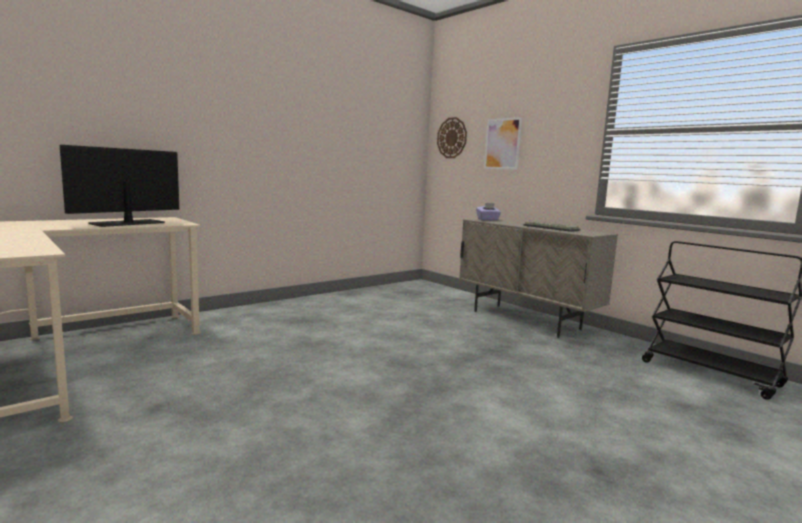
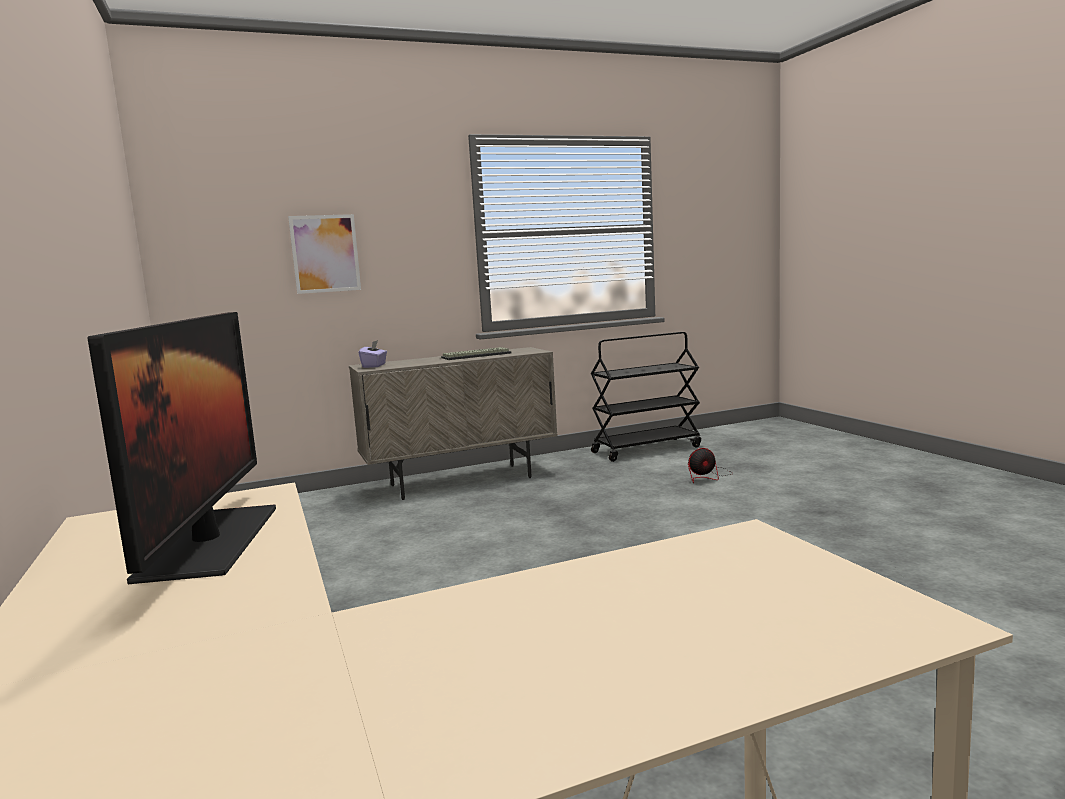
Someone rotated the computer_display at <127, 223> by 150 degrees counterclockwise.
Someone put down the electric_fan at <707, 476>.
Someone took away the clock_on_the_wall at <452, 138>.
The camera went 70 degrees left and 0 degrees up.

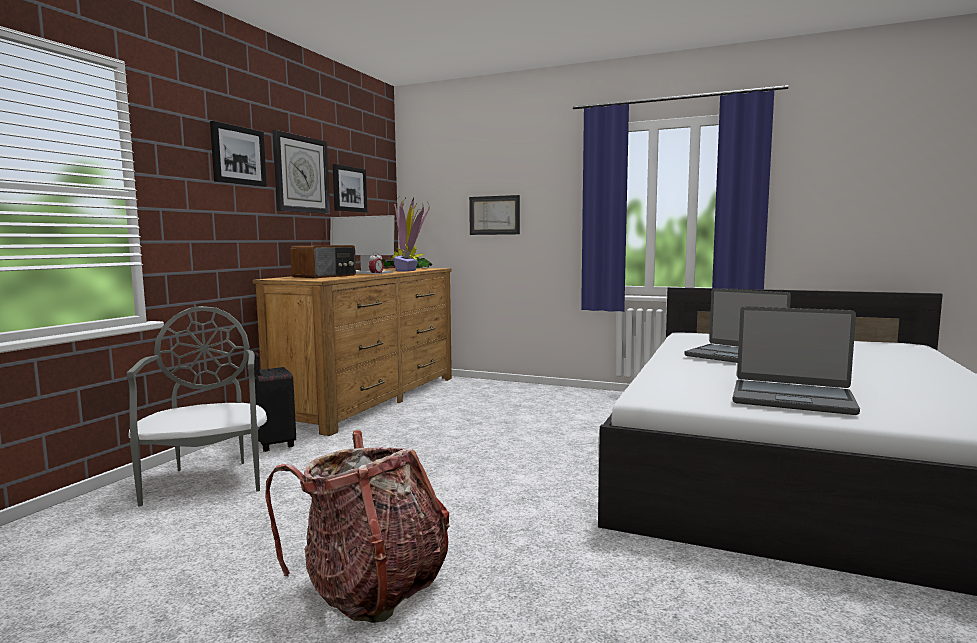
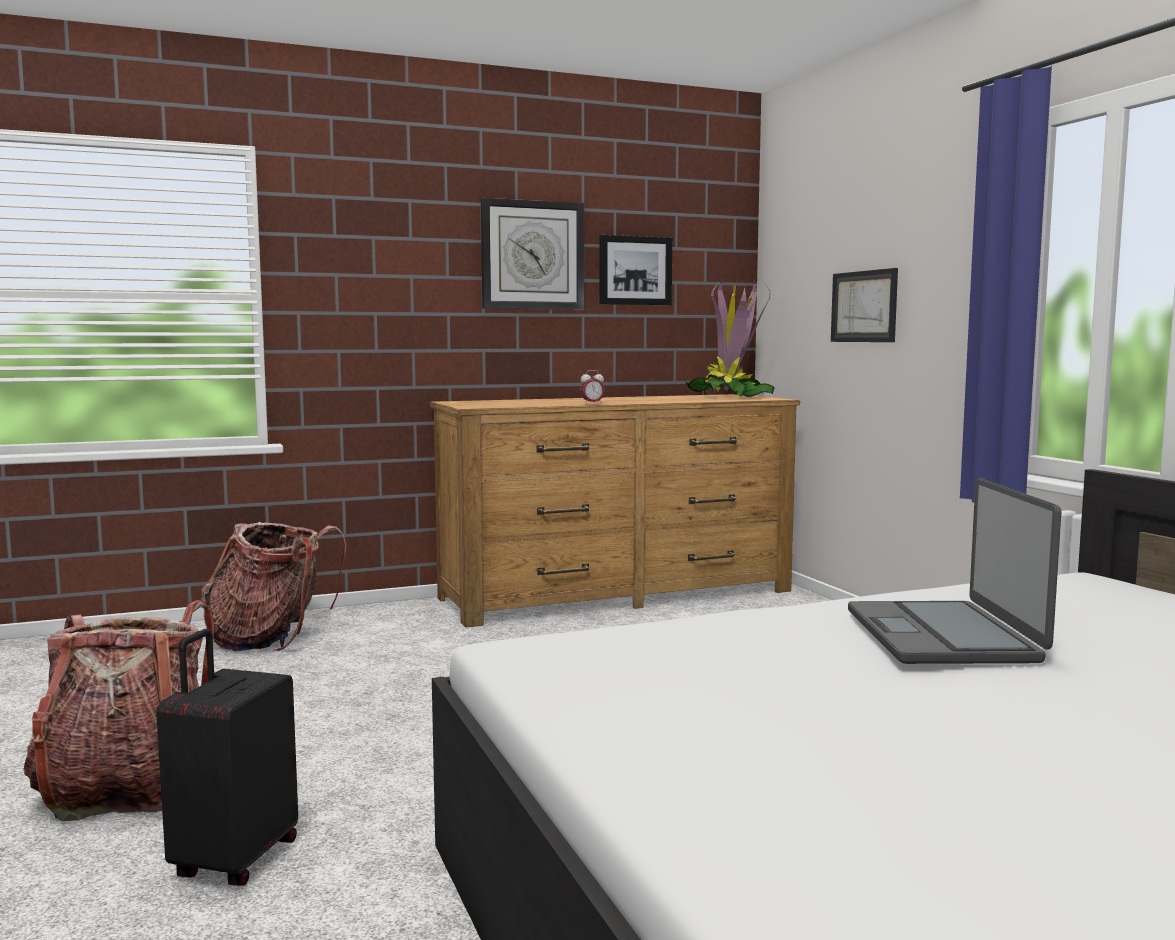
Someone carried the black_piece_of_luggage from <274, 445> to <233, 860>.
Someone swapped the greyish_plain_chair at <207, 480> for the backpack at <271, 639>.
Someone took away the wall_picture at <238, 155>.
Someone took away the radio at <325, 276>.
Someone took away the computer_display at <364, 273>.
Someone took away the purple_tissue_holder at <406, 271>.
Someone took away the notebook_computer at <792, 398>.
The camera went 45 degrees right and 0 degrees up.

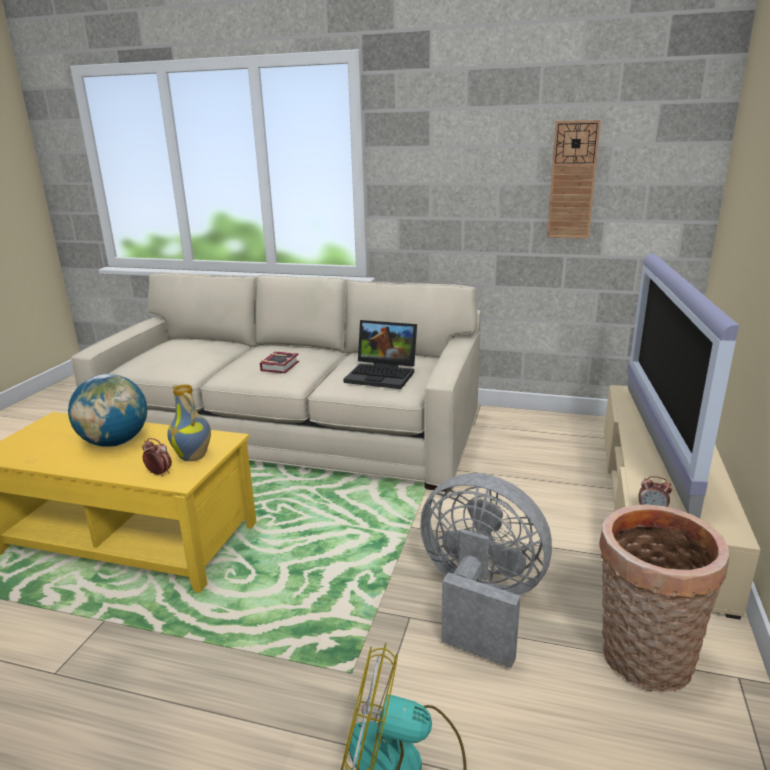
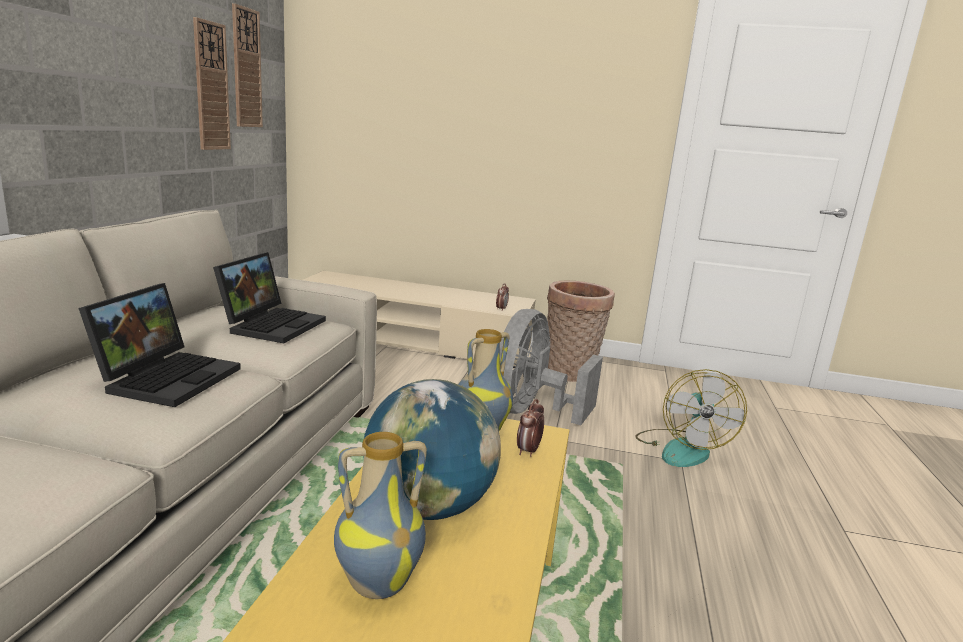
Someone swapped the bound_book at <281, 366> for the notebook_computer at <168, 377>.
Someone put up the clock_on_the_wall at <246, 68>.
Someone put down the decorative_vase at <378, 582>.
Someone took away the television at <653, 445>.
The camera went 95 degrees left and 5 degrees down.

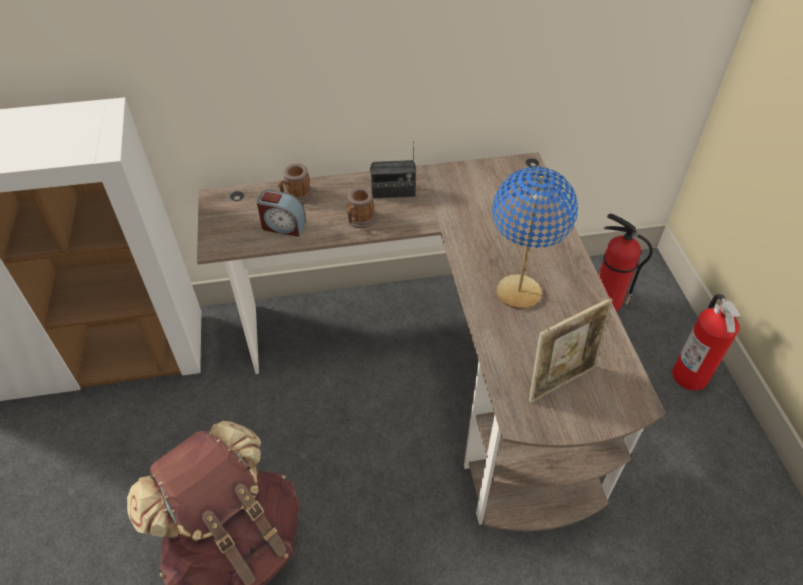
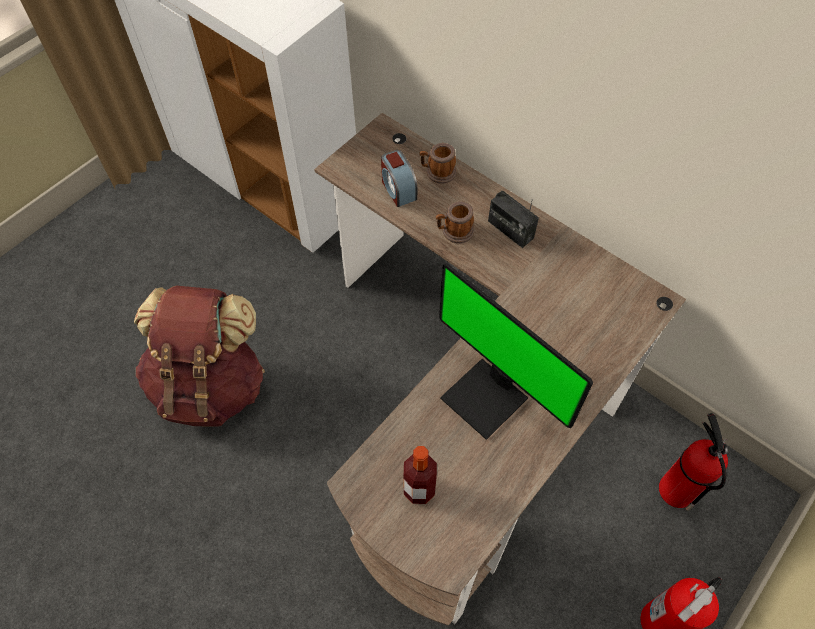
Someone swapped the picture_frame at <560, 380> for the bottle at <419, 489>.
Someone swapped the blue-coloured_lamp_for_a_table at <519, 292> for the computer_display at <487, 397>.
The camera went 50 degrees right and 10 degrees up.

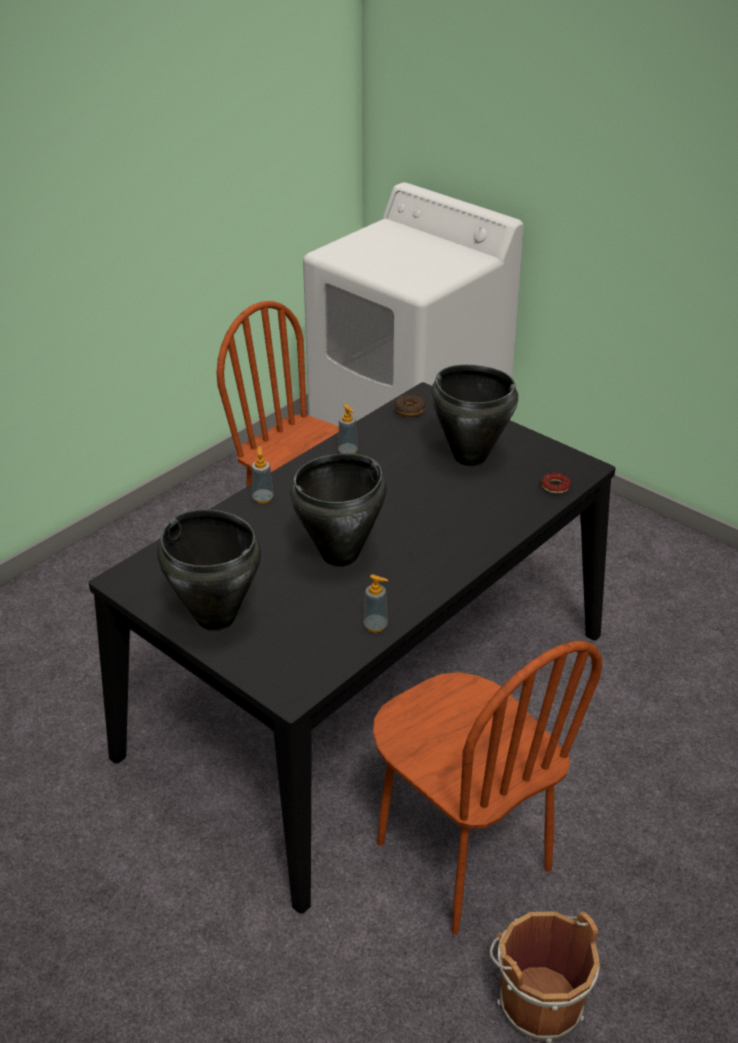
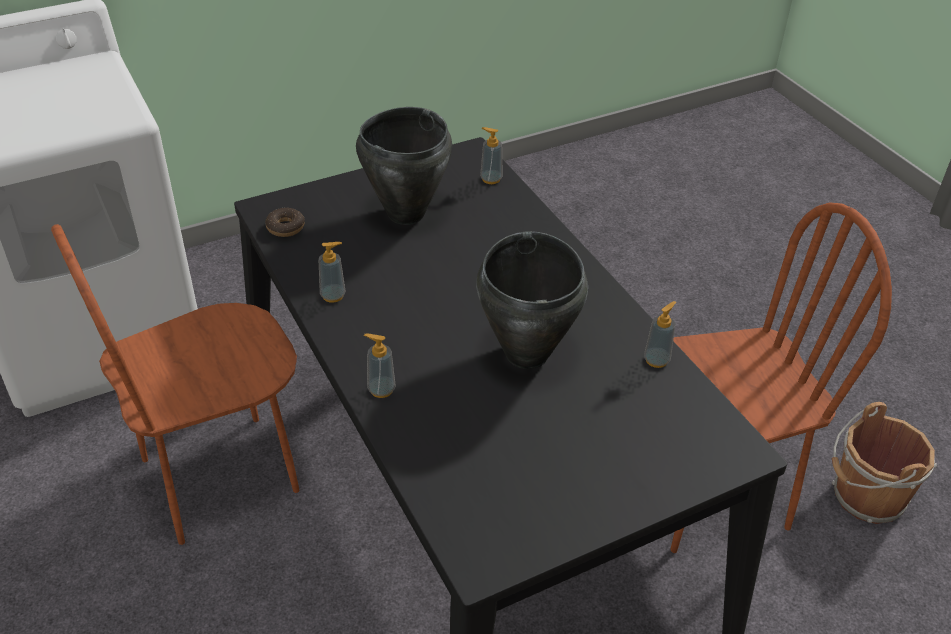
Someone swapped the ring_doughnut at <555, 486> for the liquid_soap_bottle at <491, 179>.
Someone took away the black_saucepot at <216, 617>.
The camera went 70 degrees left and 5 degrees up.

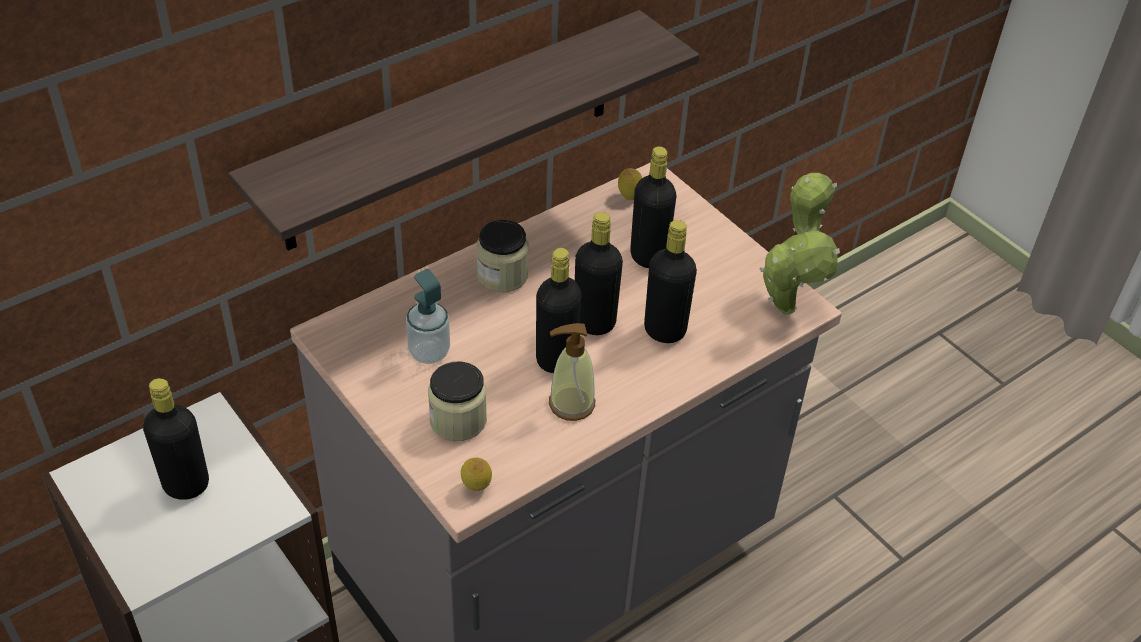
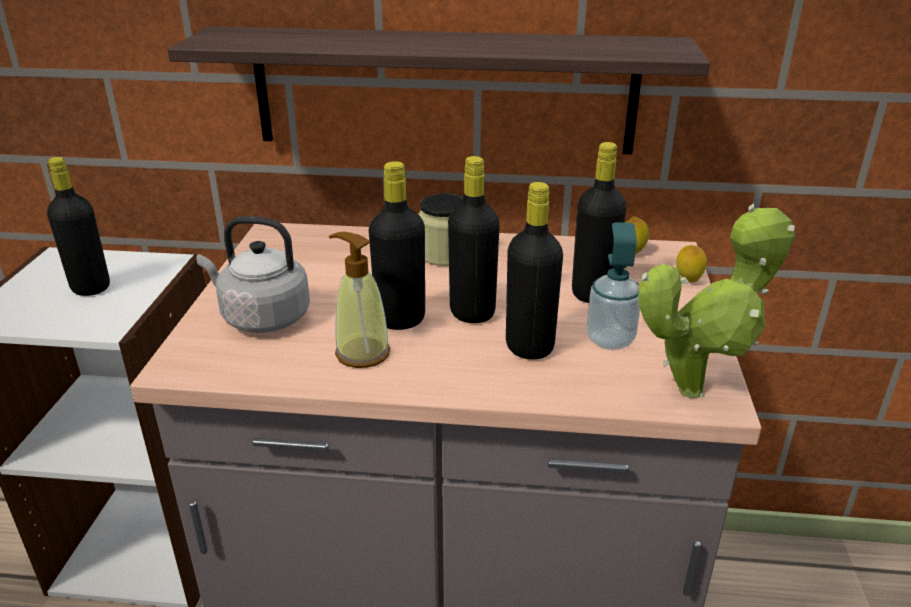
Someone swapped the jar at <458, 420> for the greyish_water_kettle at <261, 317>.
Someone carried the liquid_soap_bottle from <429, 352> to <610, 340>.
Someone carried the lemon from <476, 487> to <688, 281>.
The camera went 45 degrees right and 15 degrees down.

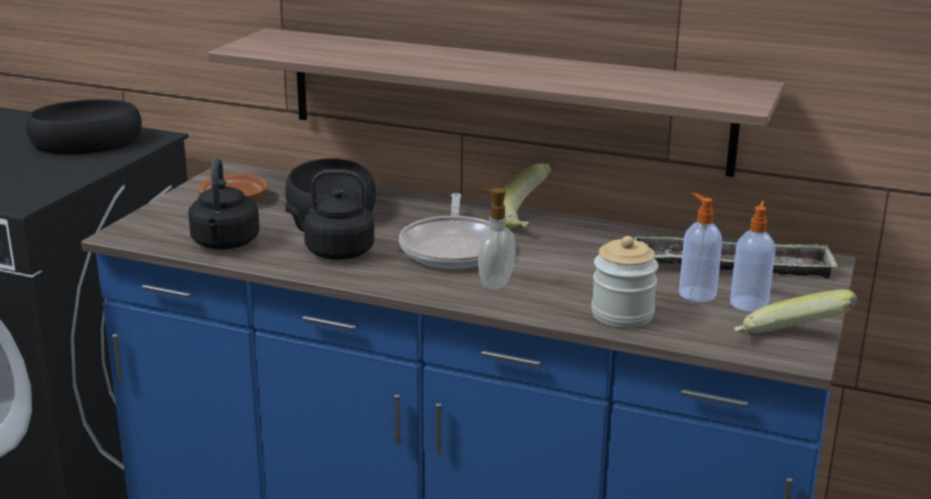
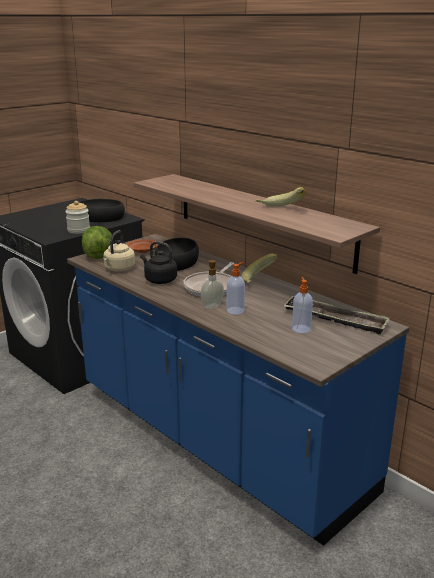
Someone carried the jar from <622, 315> to <78, 230>.
Someone put down the lettuce at <98, 255>.
Someone repainted the black_water_kettle at <225, 244>, which became the beige-coloured_water_kettle at <119, 269>.
Someone carried the liquid_soap_bottle from <749, 303> to <236, 310>.
Someone carried the banana_fruit from <789, 342> to <279, 210>.
The camera went 25 degrees right and 0 degrees up.

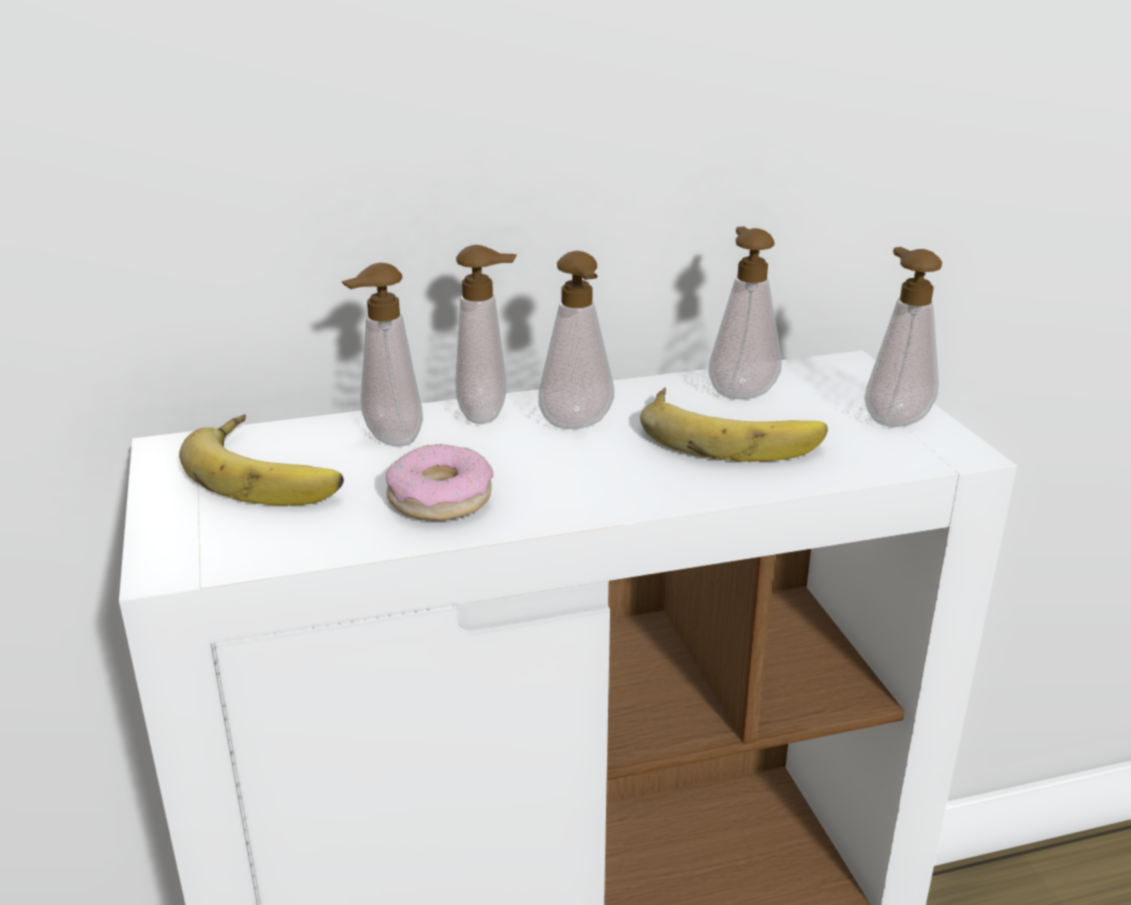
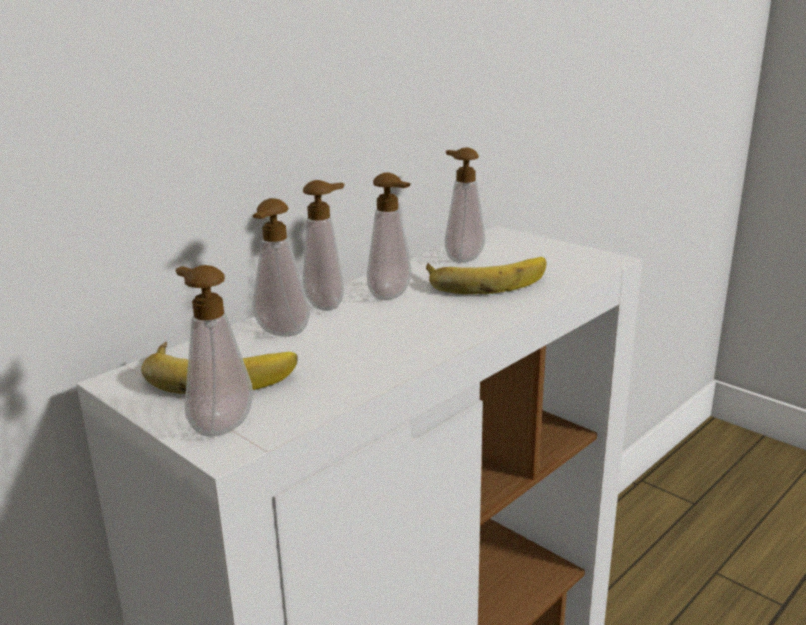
Someone carried the liquid_soap_bottle from <893, 418> to <219, 425>.
Someone took away the ring_doughnut at <439, 498>.
The camera went 30 degrees left and 5 degrees down.

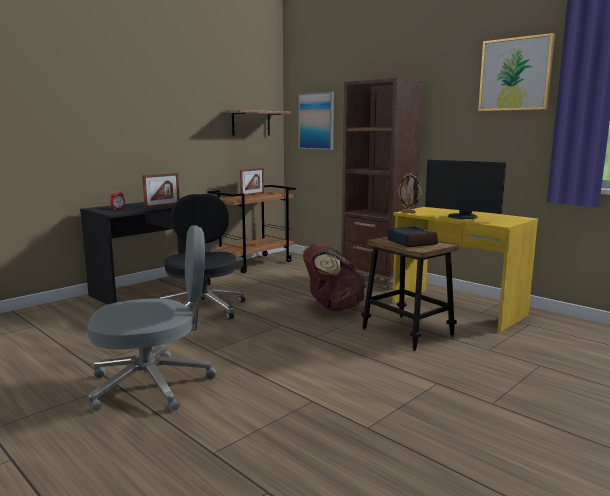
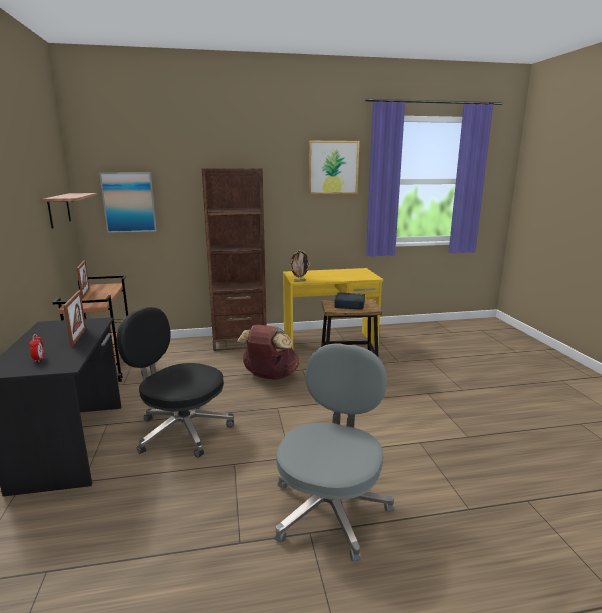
Someone took away the computer_display at <462, 217>.
The camera went 55 degrees left and 5 degrees up.

